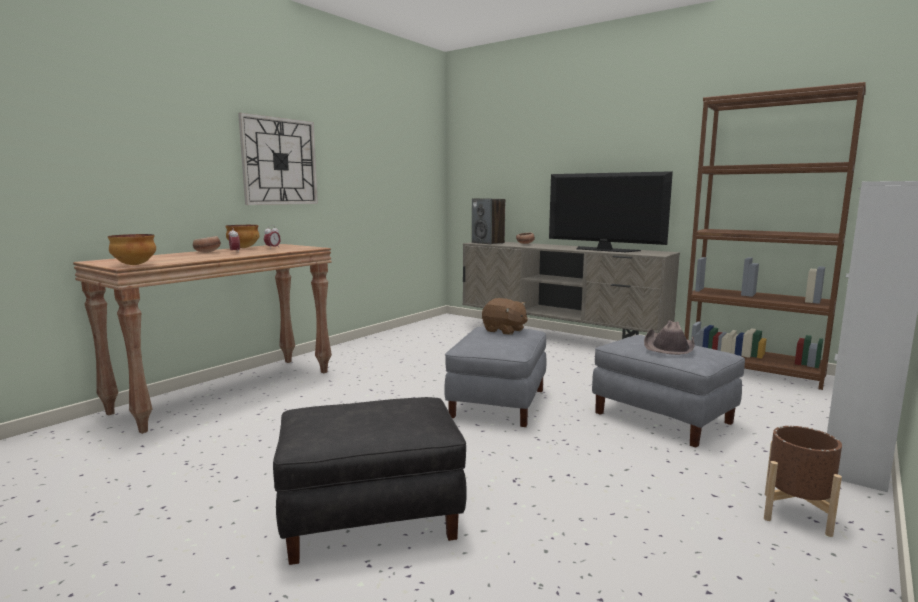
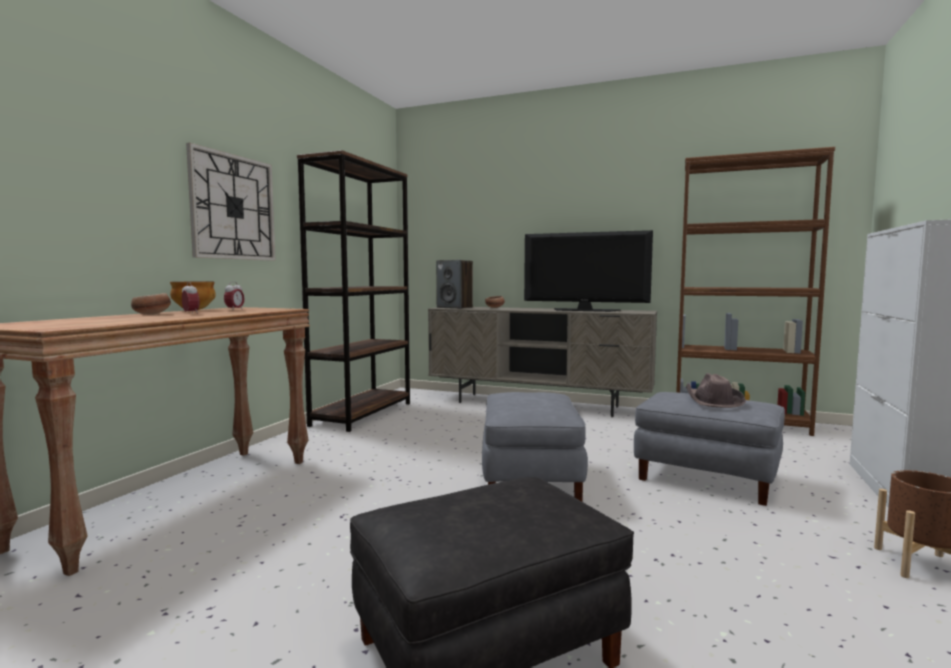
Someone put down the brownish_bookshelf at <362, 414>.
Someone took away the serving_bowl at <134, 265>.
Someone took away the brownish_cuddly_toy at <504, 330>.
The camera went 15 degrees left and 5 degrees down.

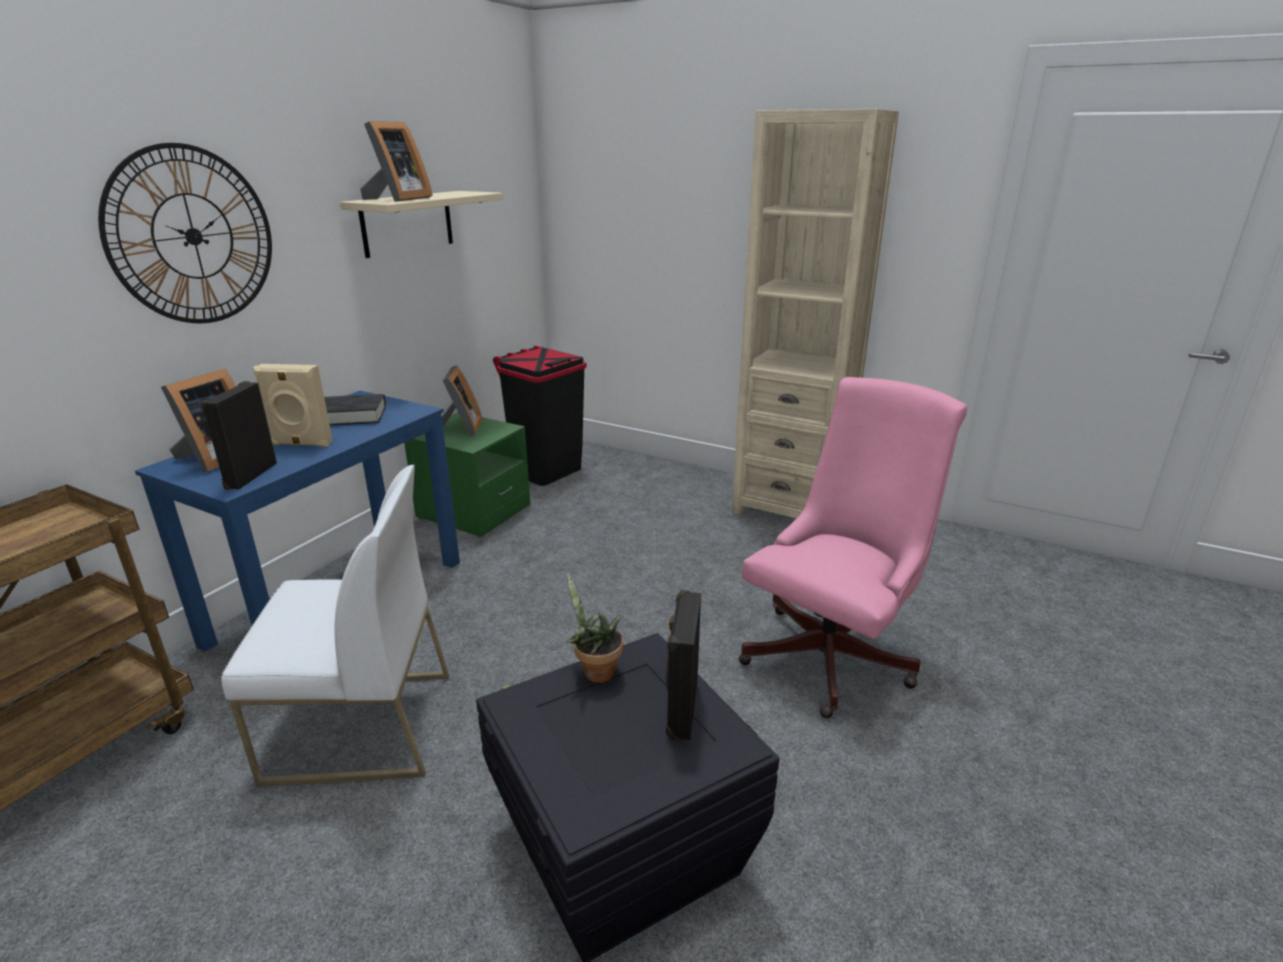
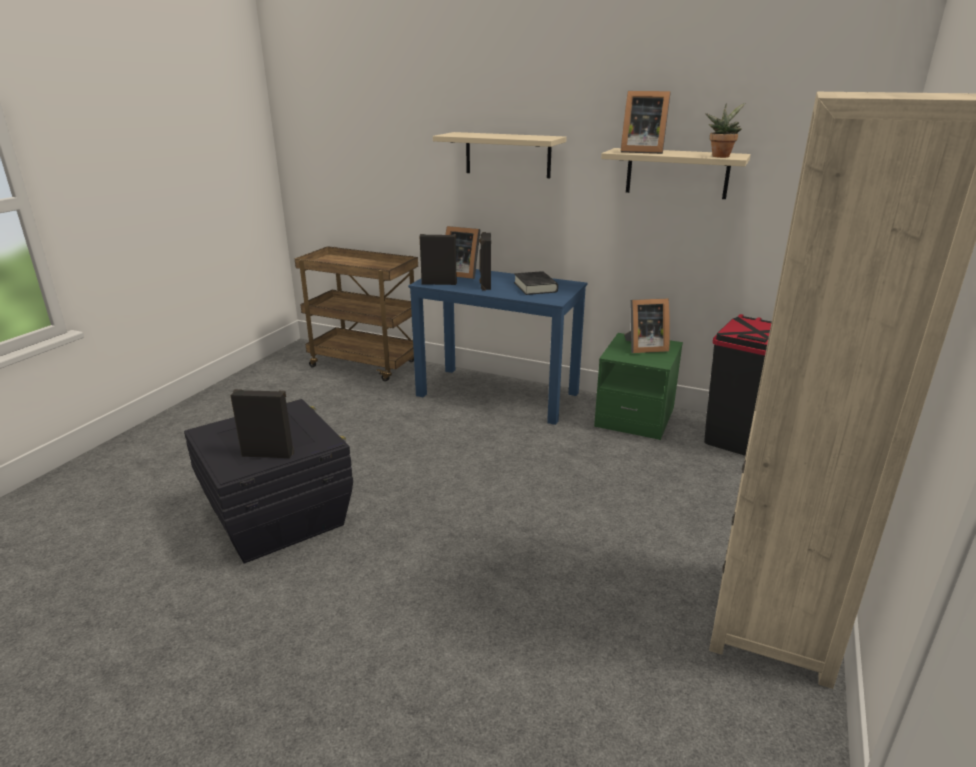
Someone swapped the clock_on_the_wall at <193, 236> for the beige-coloured_wall_shelf at <507, 155>.
Someone repainted the beige-coloured_audio_speaker at <301, 444>, which became the black_audio_speaker at <485, 285>.
Someone carried the potted_plant from <595, 671> to <720, 156>.
Someone took away the white_plain_chair at <359, 727>.
Someone took away the pink_computer_chair at <834, 653>.
The camera went 85 degrees right and 0 degrees up.

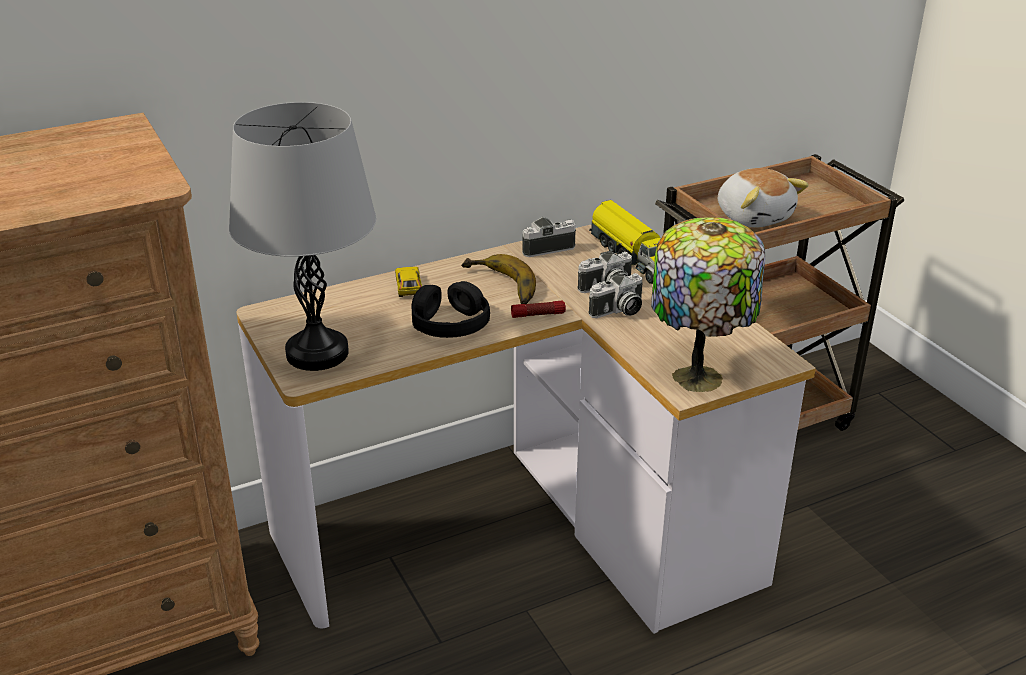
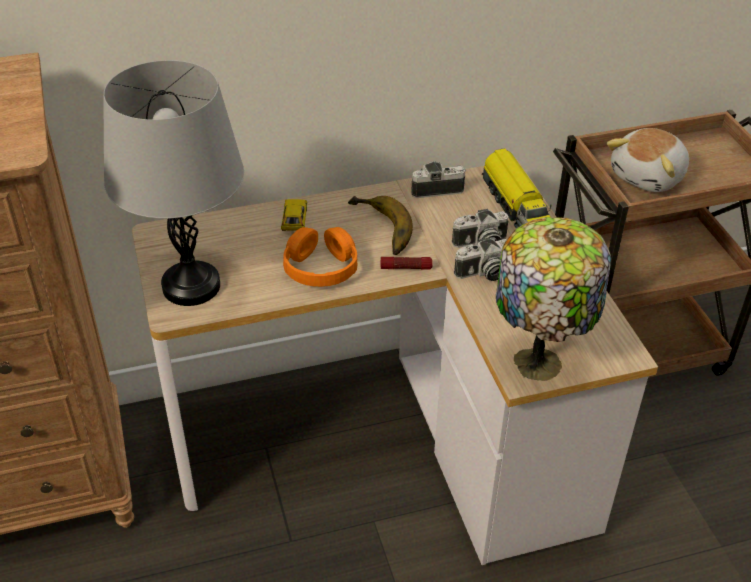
Someone repainted the black_pair_of_headphones at <450, 323>, which became the orange_pair_of_headphones at <321, 267>.
Someone rotated the cuddly_toy at <754, 216> by 60 degrees clockwise.
The camera went 10 degrees right and 10 degrees up.

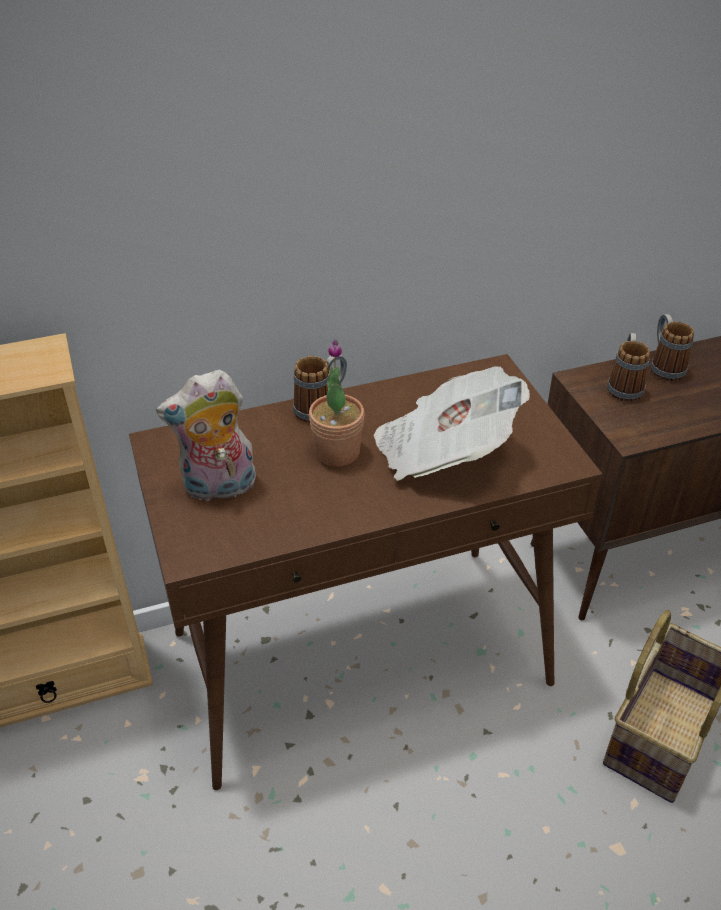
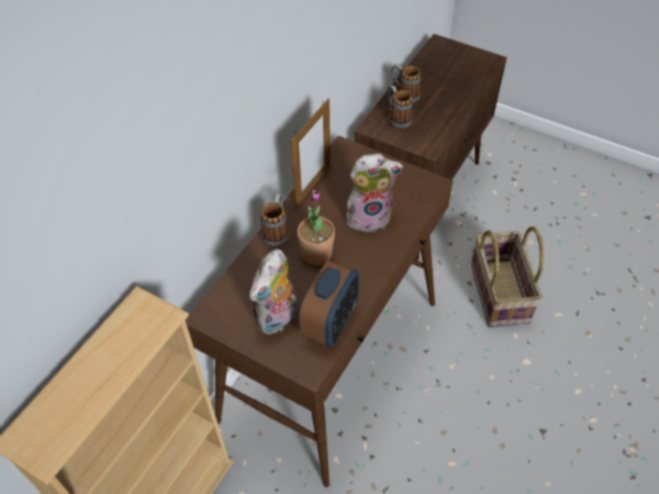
Someone put down the picture_frame at <313, 185>.
Someone put down the bedside_clock at <330, 323>.
Someone swapped the daily_paper at <443, 451> for the cuddly_toy at <369, 217>.
The camera went 40 degrees left and 10 degrees up.

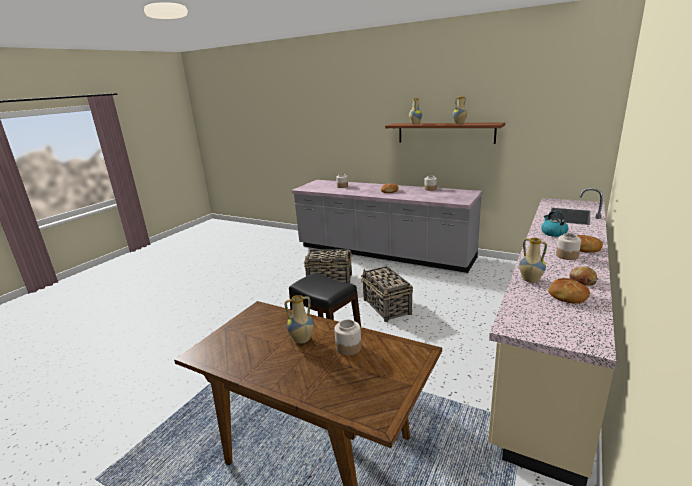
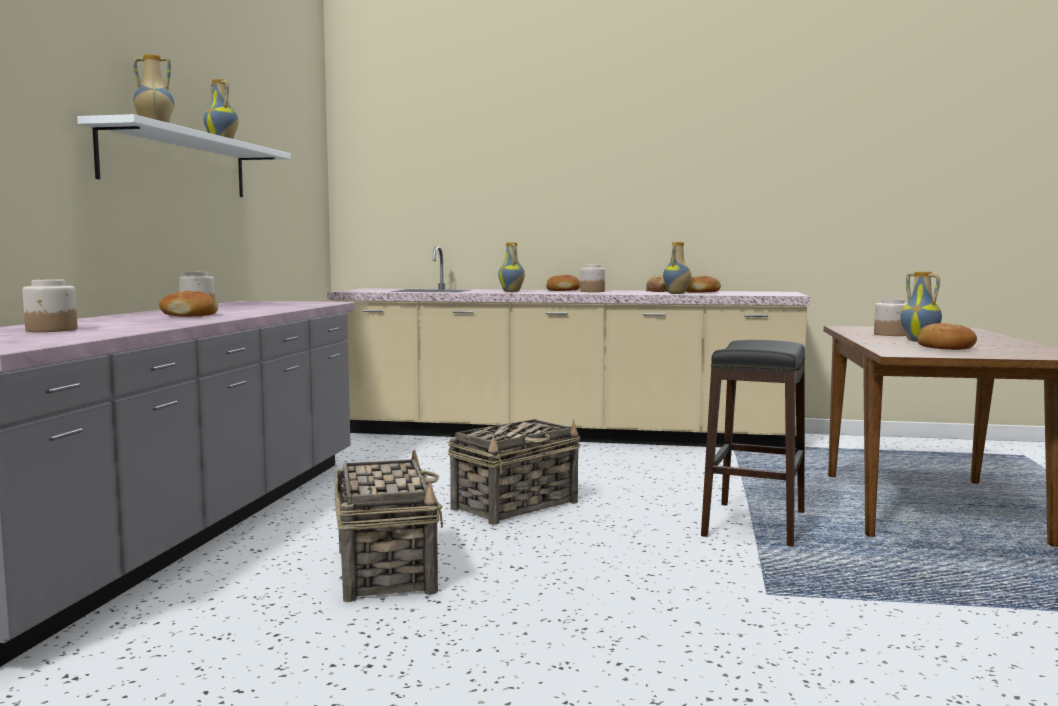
Someone repainted the brownish_wall_shelf at <445, 133>, which became the white_wall_shelf at <177, 163>.
Someone swapped the water_kettle at <553, 233> for the decorative_vase at <512, 292>.
Someone put down the bakery_bread at <945, 348>.
The camera went 110 degrees left and 15 degrees down.

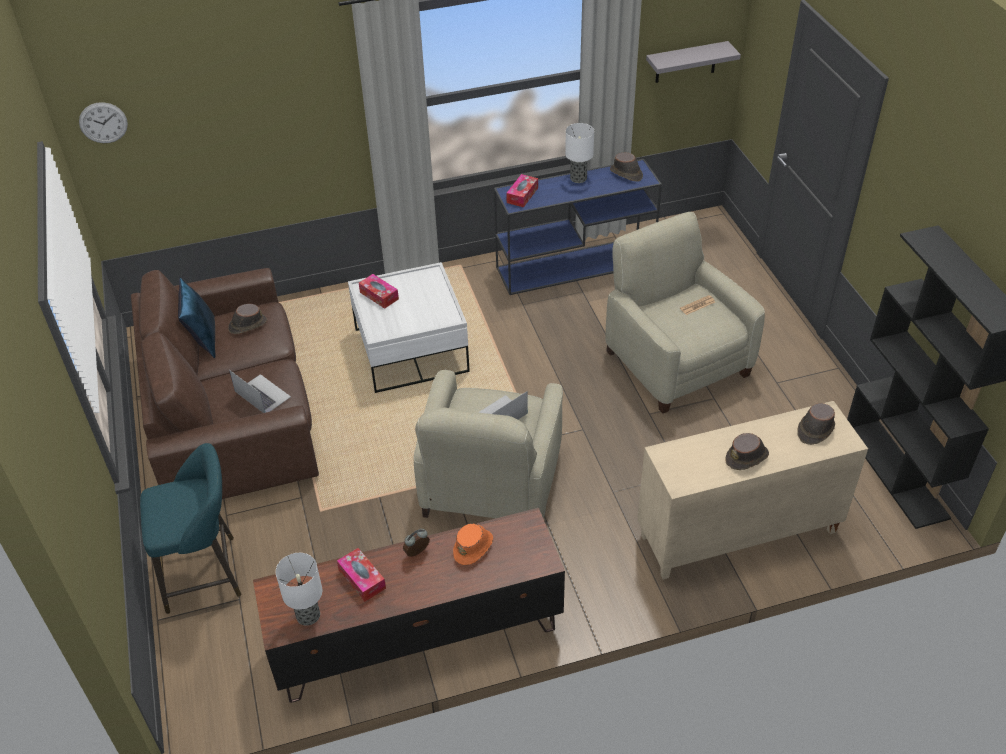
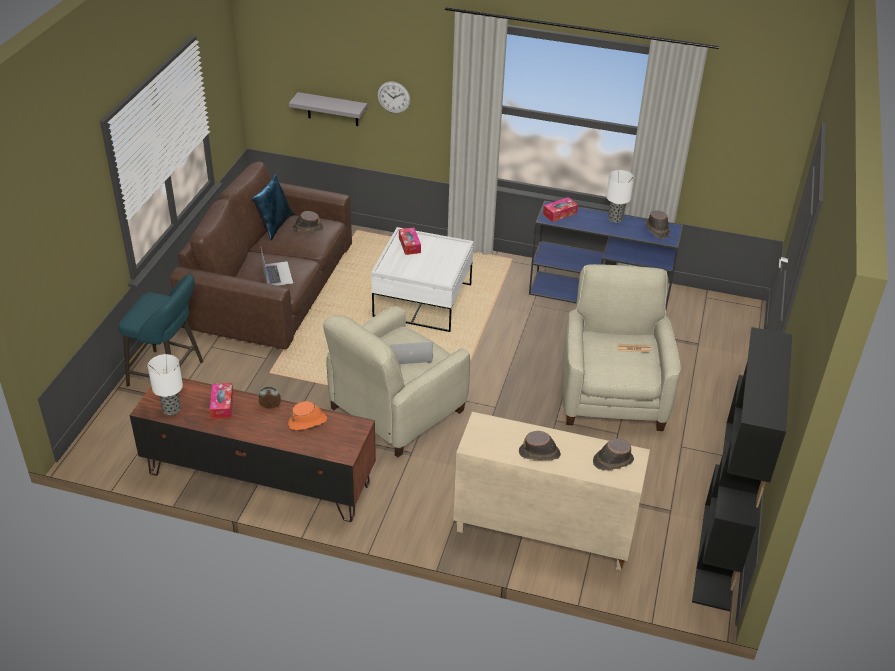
Someone carried the greyish_wall_shelf from <686, 62> to <332, 109>.
Someone carried the clock_on_the_wall from <103, 123> to <393, 97>.
The camera went 30 degrees right and 5 degrees down.

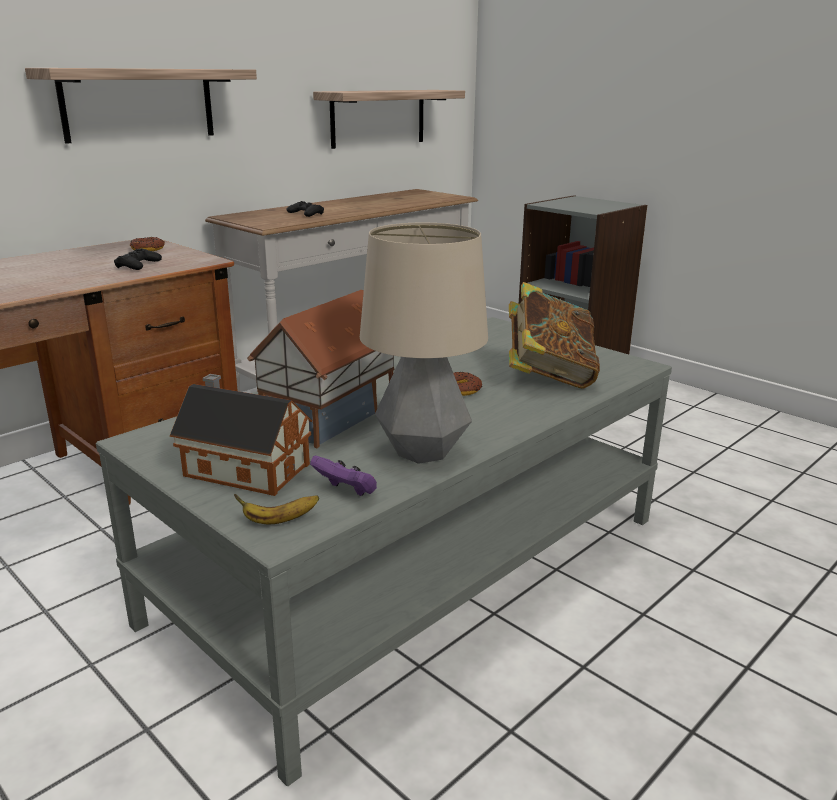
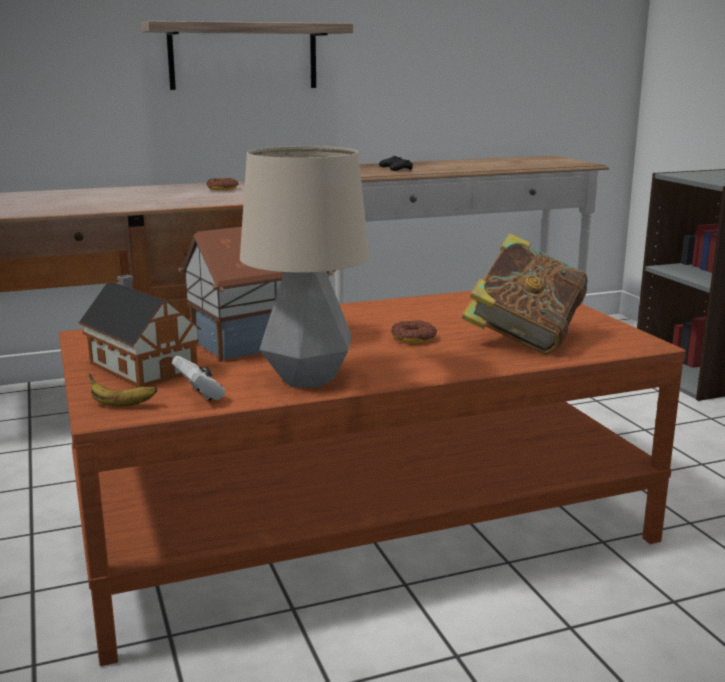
Someone repainted the greyish_low_table at <418, 567>, which became the brownish_low_table at <364, 527>.
Someone repainted the purple_gamepad at <346, 491>, which became the white_gamepad at <201, 396>.
Someone took away the black_gamepad at <138, 265>.
Someone took away the wall_shelf at <378, 118>.
The camera went 25 degrees right and 5 degrees down.

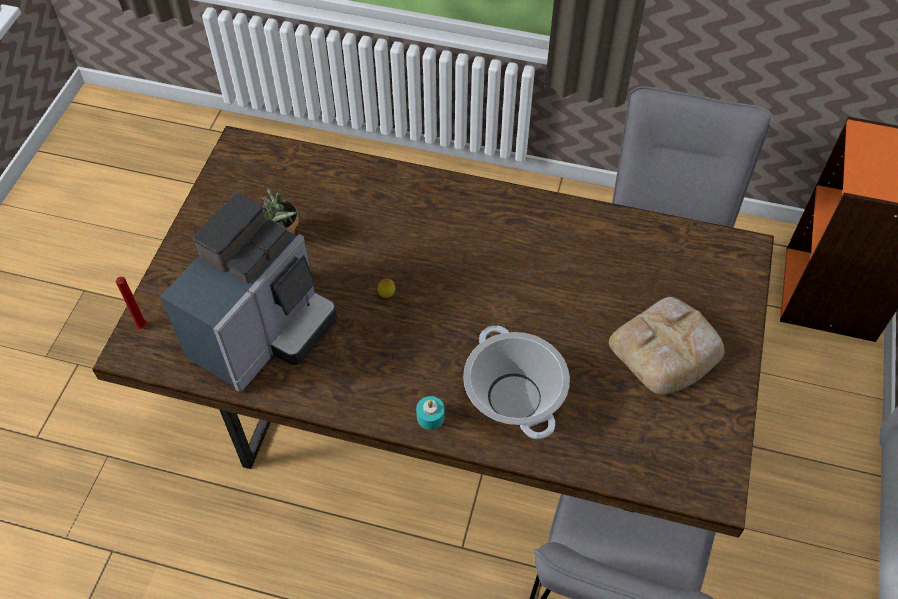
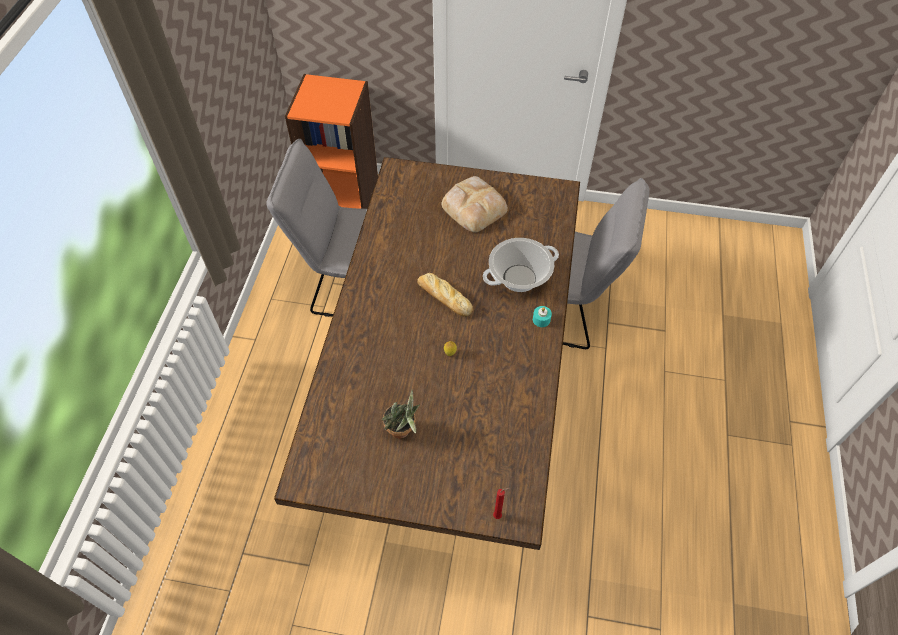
Someone put down the bakery_bread at <443, 297>.
Someone took away the coffee_brewer at <263, 333>.
The camera went 95 degrees left and 0 degrees up.

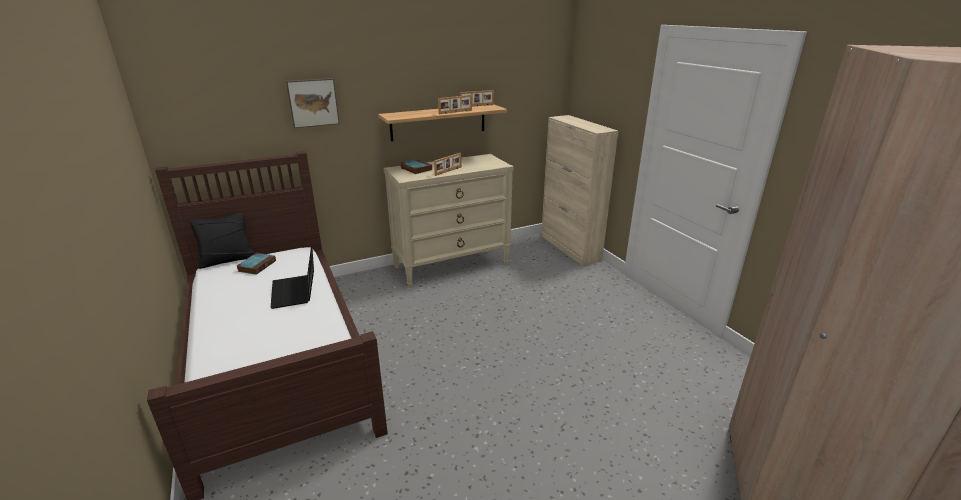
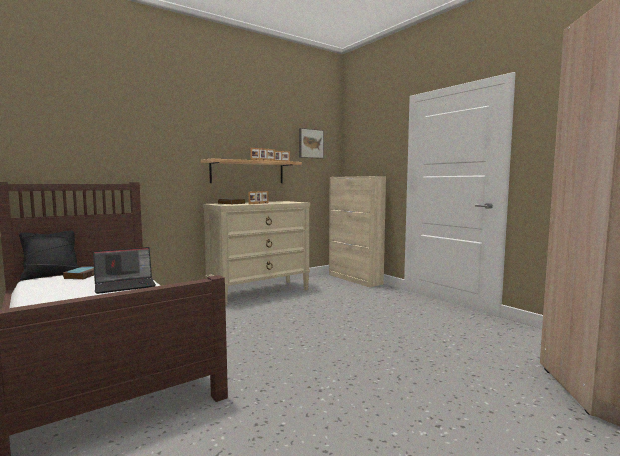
Someone rotated the notebook_computer at <296, 292> by 90 degrees counterclockwise.
Someone carried the wall_picture from <313, 102> to <310, 143>.
The camera went 10 degrees left and 20 degrees down.

